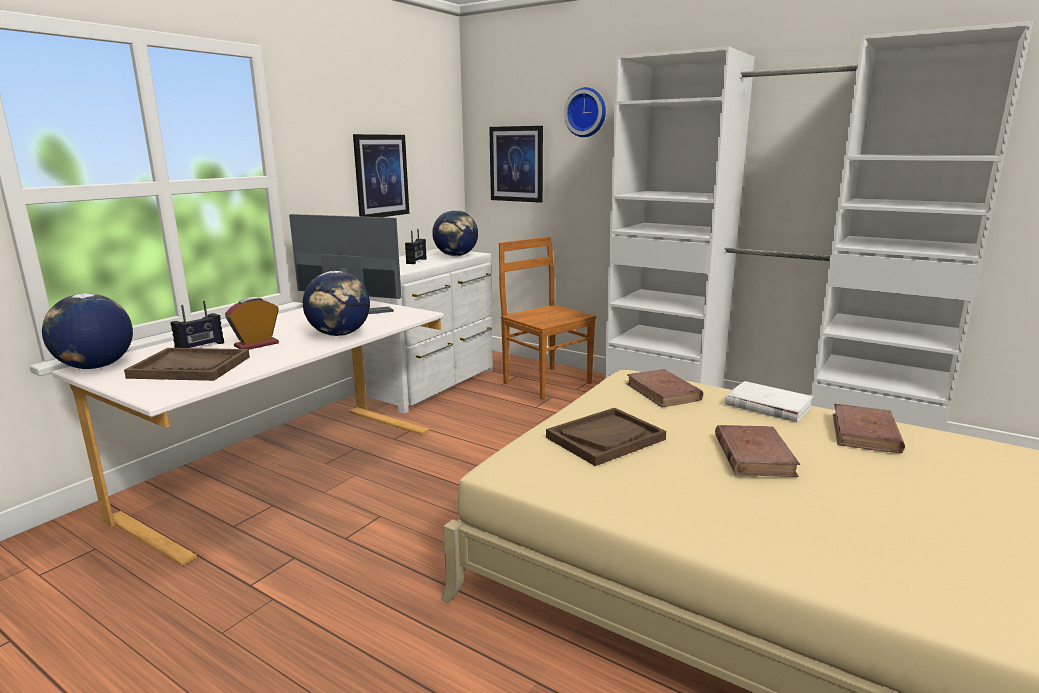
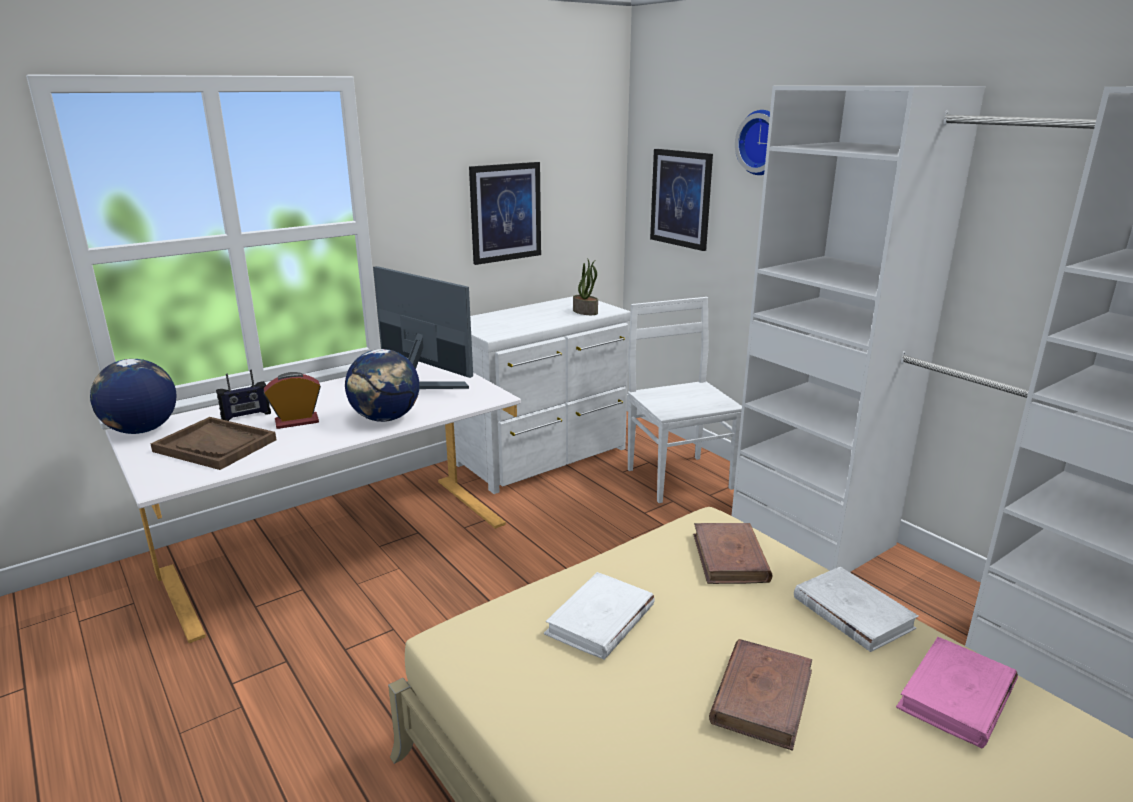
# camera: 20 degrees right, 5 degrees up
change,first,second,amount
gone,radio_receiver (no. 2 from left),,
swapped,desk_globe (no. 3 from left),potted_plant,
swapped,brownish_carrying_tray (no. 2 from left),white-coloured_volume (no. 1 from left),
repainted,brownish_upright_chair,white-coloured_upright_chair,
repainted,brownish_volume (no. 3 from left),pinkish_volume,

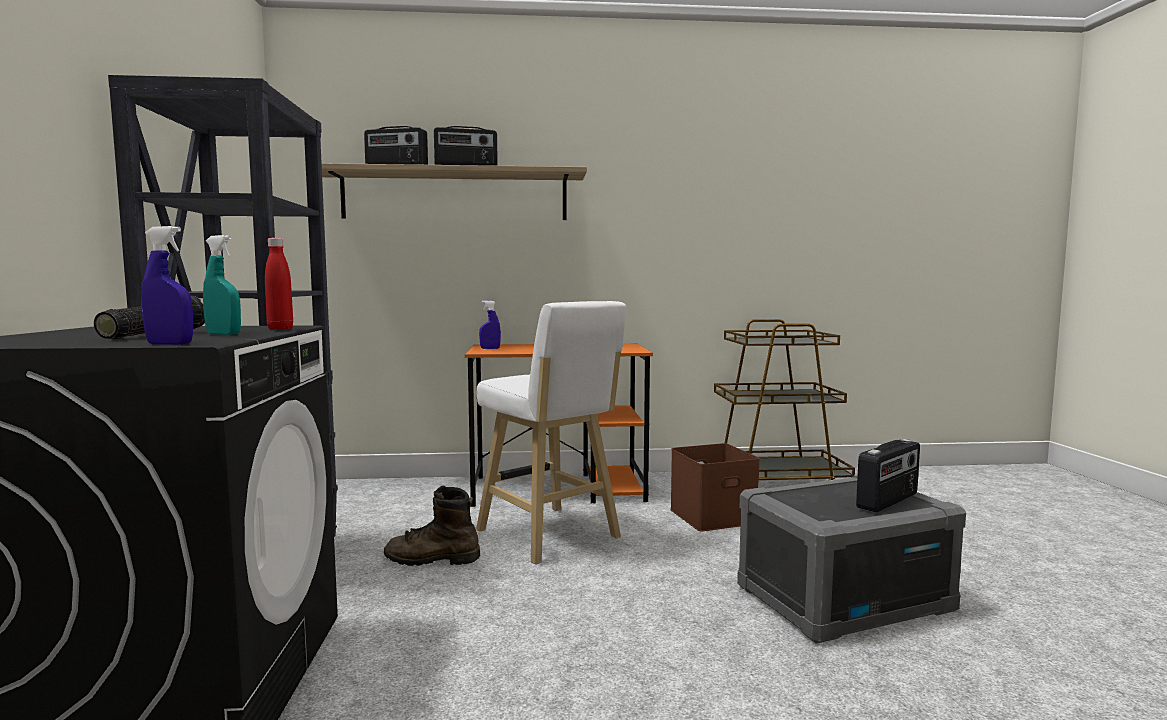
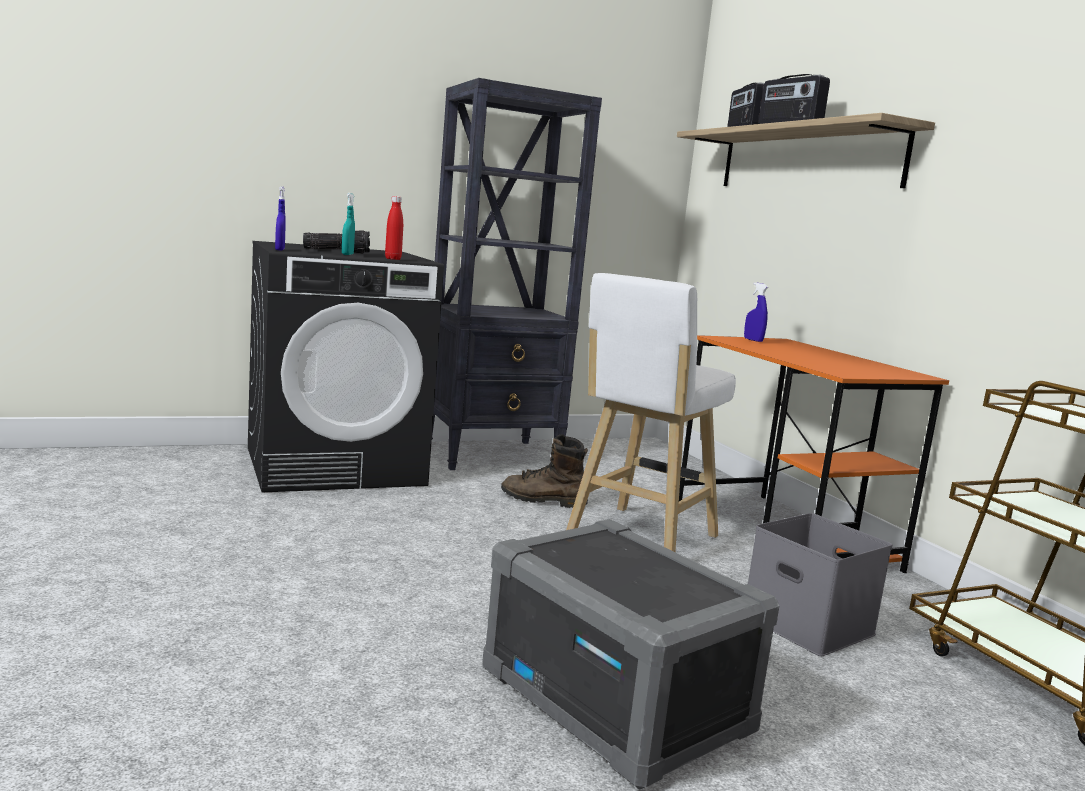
# camera: 70 degrees right, 5 degrees up
change,first,second,amount
gone,radio_receiver (no. 3 from left),,
repainted,brownish_storage_box,greyish_storage_box (no. 2 from left),
rotated,brownish_boot,,60 degrees counterclockwise

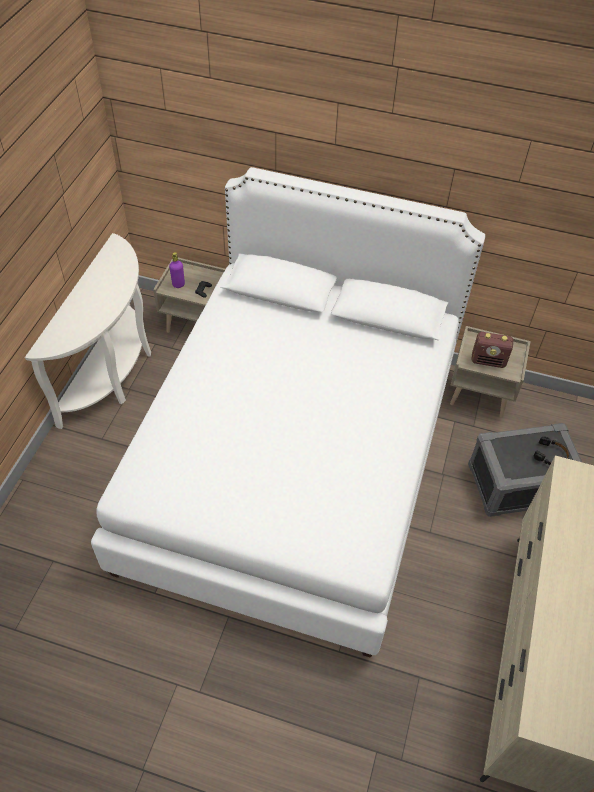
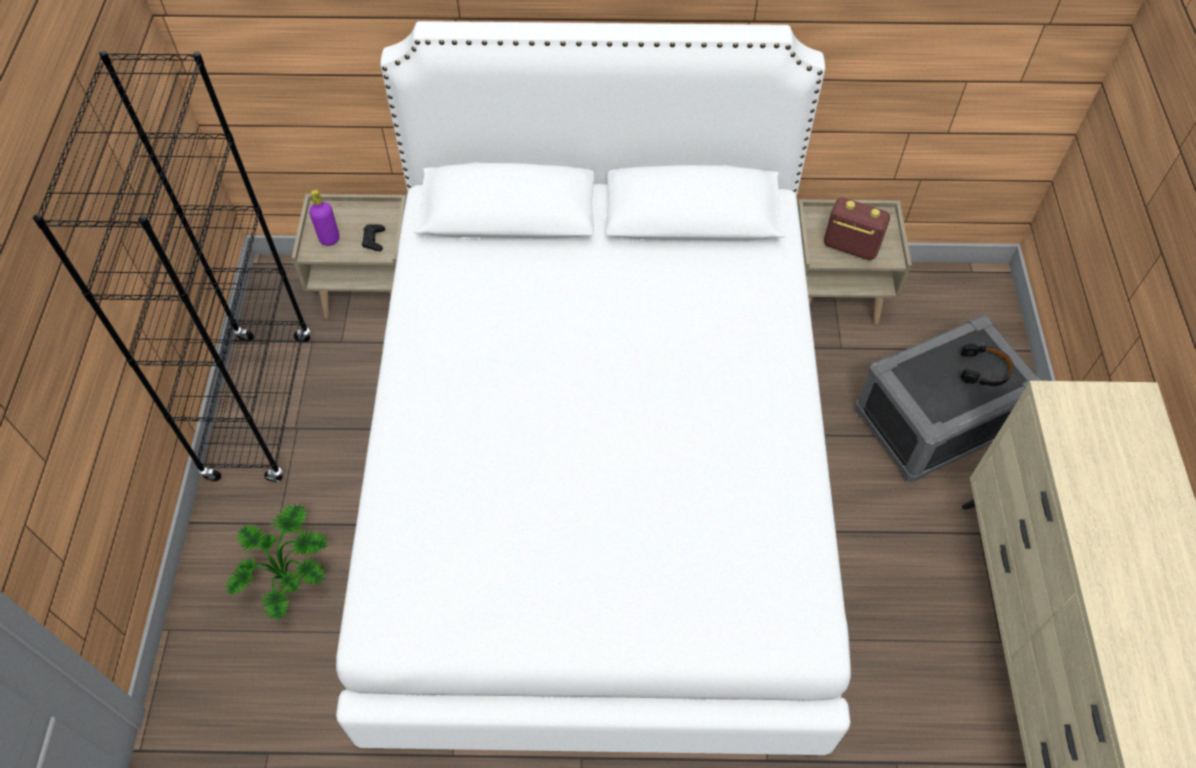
# camera: 15 degrees left, 5 degrees up
change,first,second,amount
new,,potted_plant,
swapped,white-coloured_narrow_table,black_bookshelf,
rotated,radio_receiver,,150 degrees counterclockwise

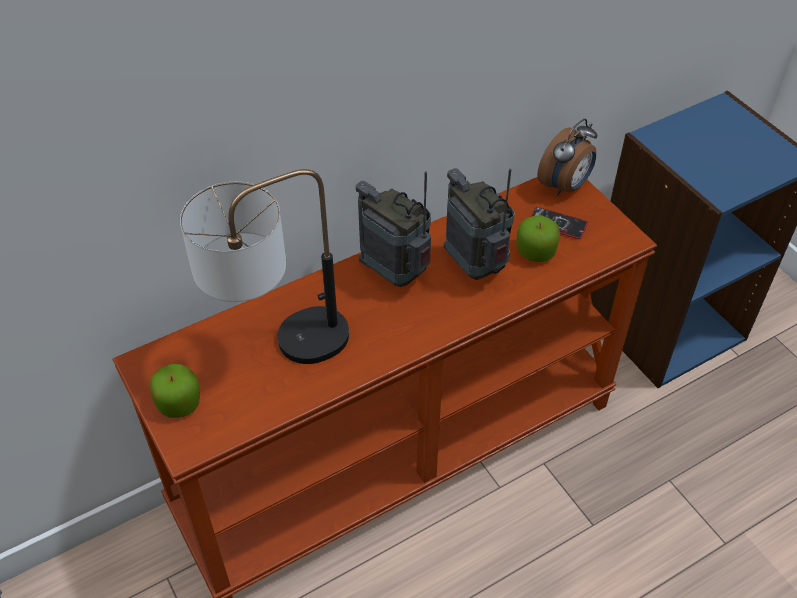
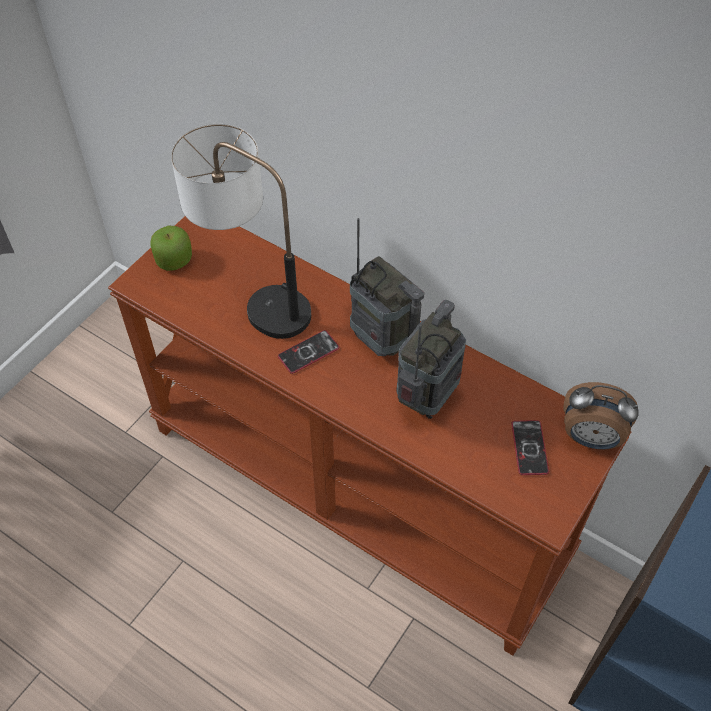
# camera: 65 degrees right, 5 degrees up
change,first,second,amount
gone,apple (no. 2 from left),,
new,,telephone (no. 1 from left),
rotated,radio_receiver (no. 1 from left),,120 degrees clockwise

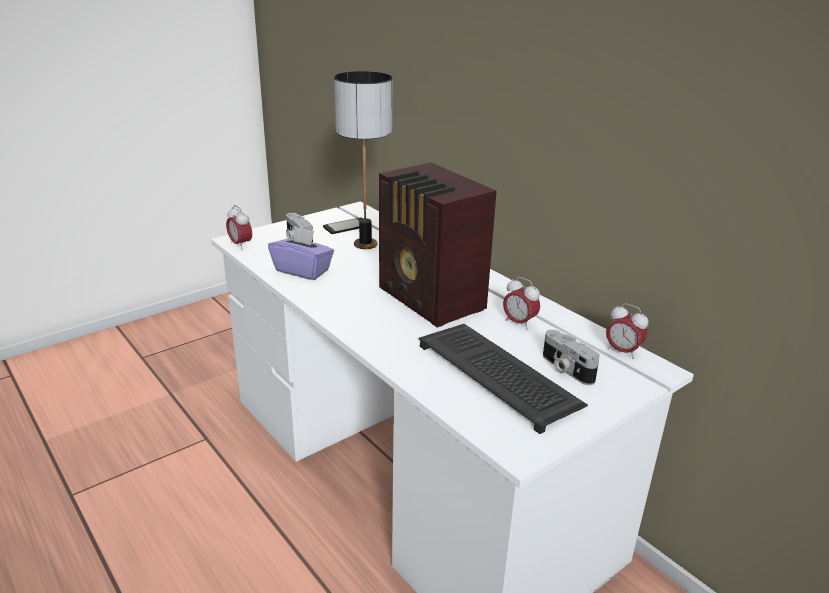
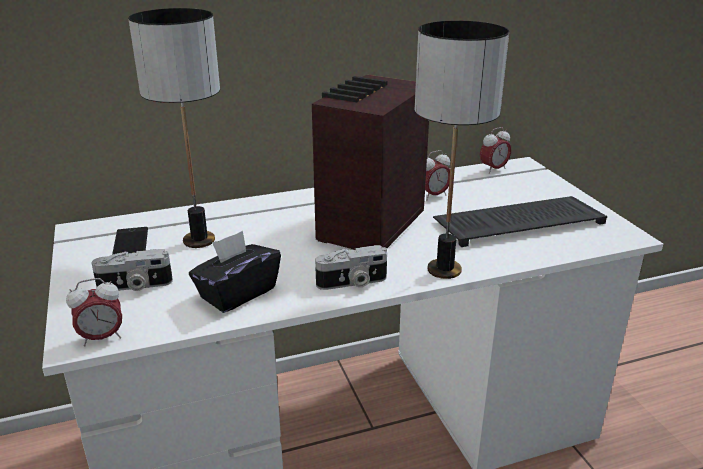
# camera: 70 degrees left, 0 degrees up
change,first,second,amount
new,,table_lamp (no. 2 from left),
shifted,still_camera (no. 2 from left),,
repainted,purplish_tissue_box,black_tissue_box,
rotated,radio_receiver,,135 degrees clockwise

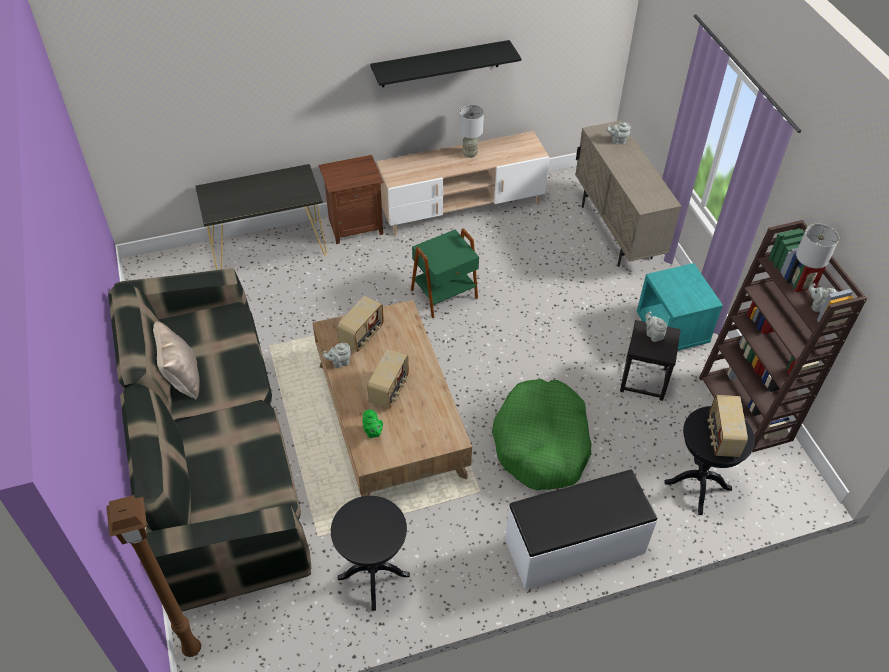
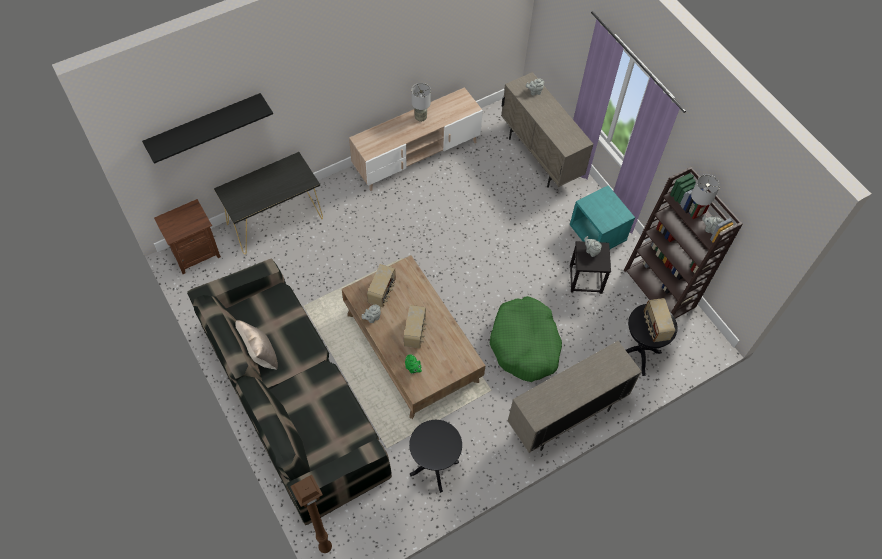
# camera: 15 degrees left, 10 degrees up
change,first,second,amount
gone,green_side_table,,
shifted,brownish_night_table,,
shifted,black_shelf,,
swapped,white-coloured_bench,beige_storage_cabinet (no. 2 from left),

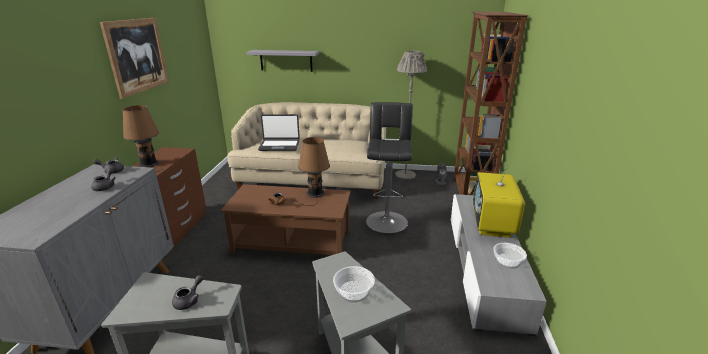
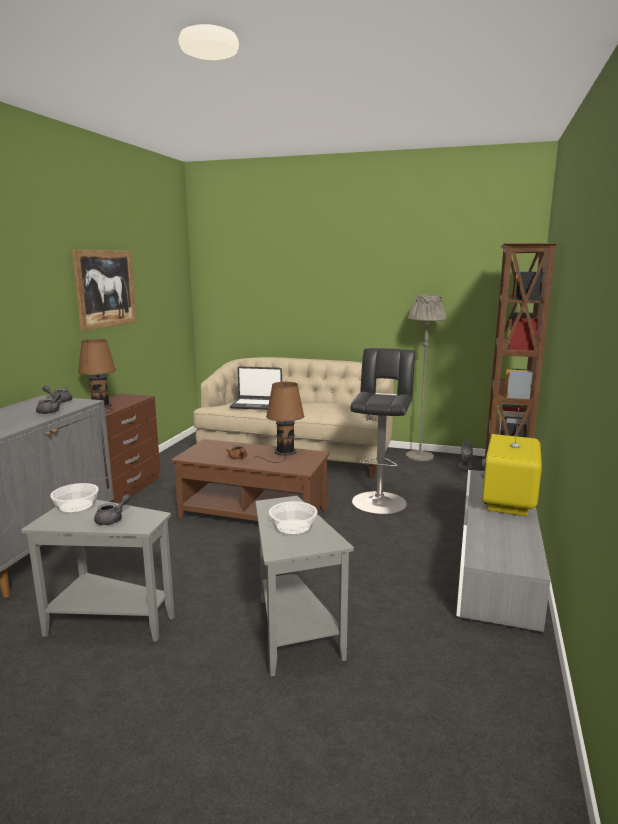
# camera: 10 degrees right, 10 degrees down
change,first,second,amount
gone,greyish_shelf,,
shifted,serving_bowl (no. 2 from left in the first image),serving_bowl (no. 1 from left),

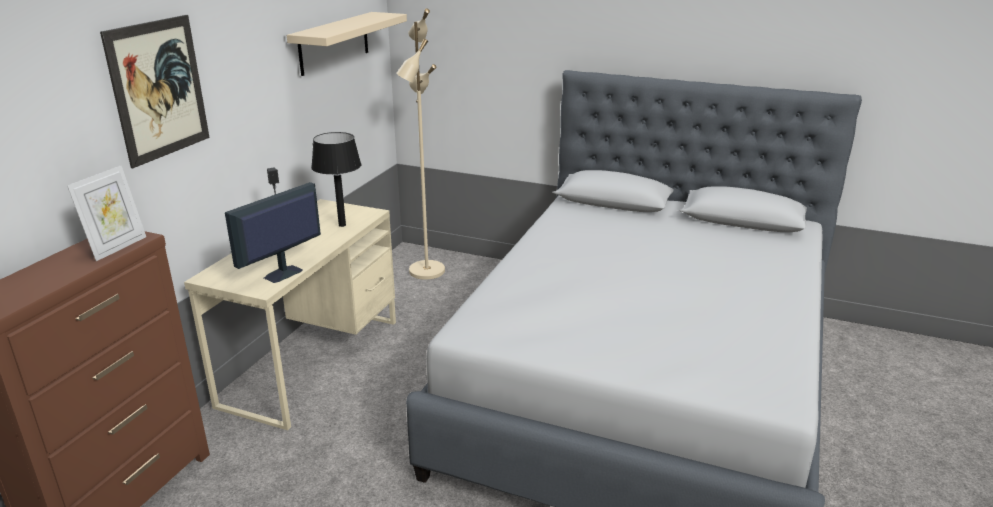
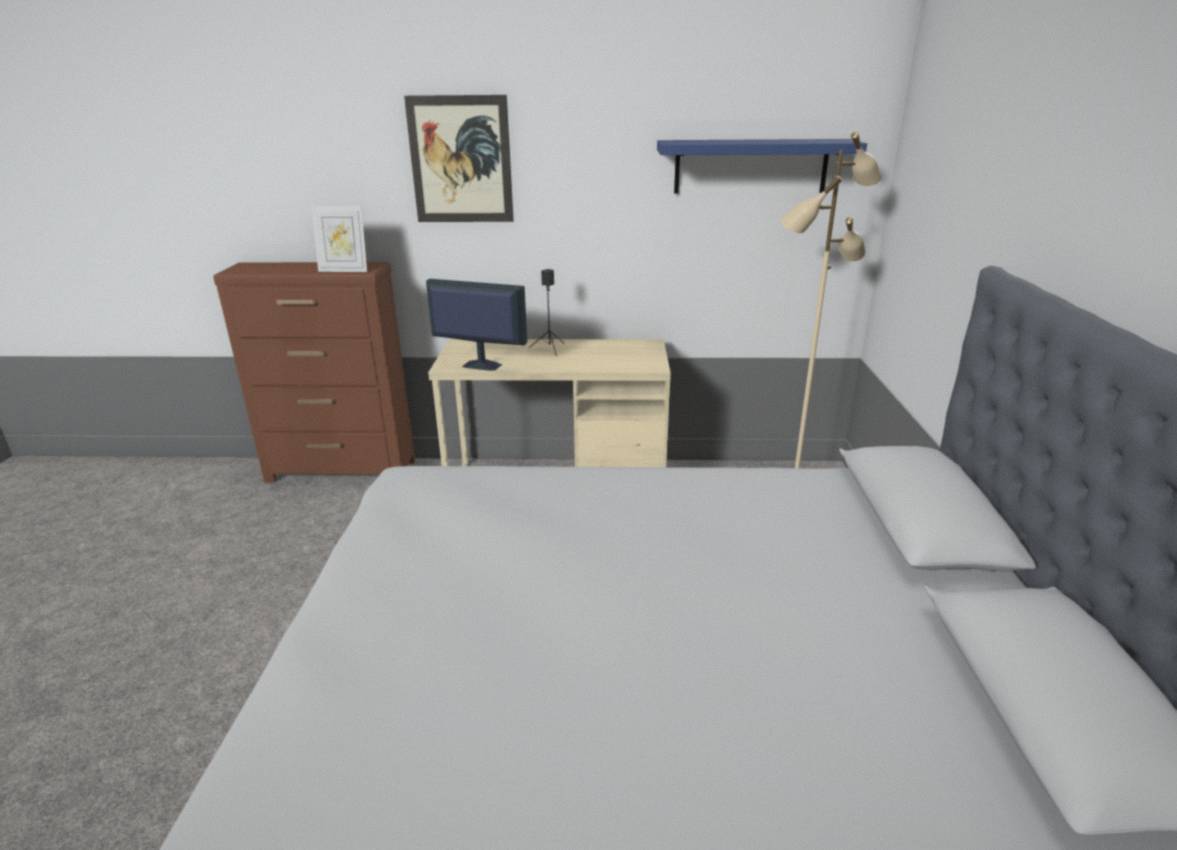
# camera: 70 degrees right, 0 degrees up
change,first,second,amount
gone,black_table_lamp,,
repainted,beige_shelf,bluish_shelf,

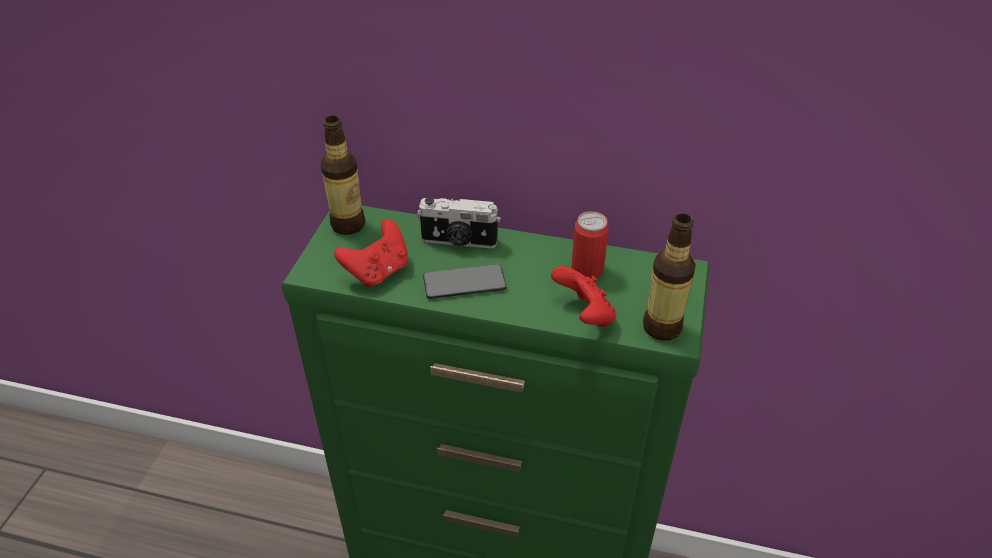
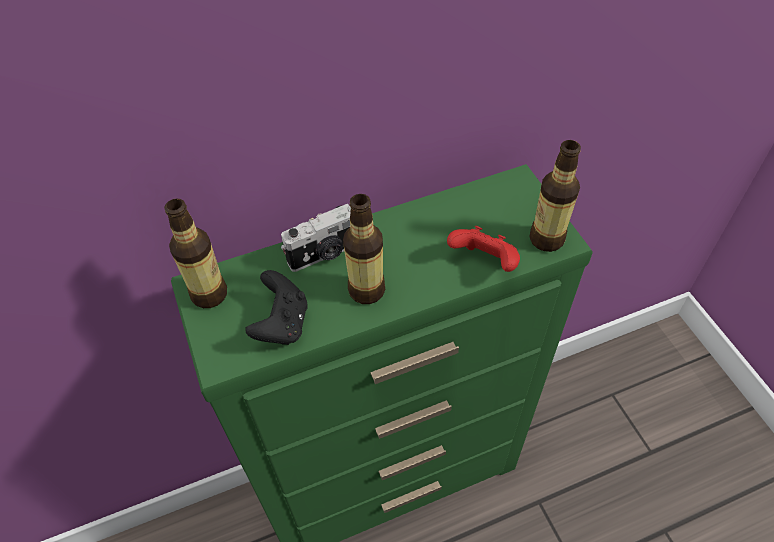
# camera: 35 degrees left, 10 degrees up
change,first,second,amount
gone,can,,
swapped,telephone,beverage_bottle (no. 2 from left),
repainted,red_game_controller (no. 1 from left),black_game_controller,

